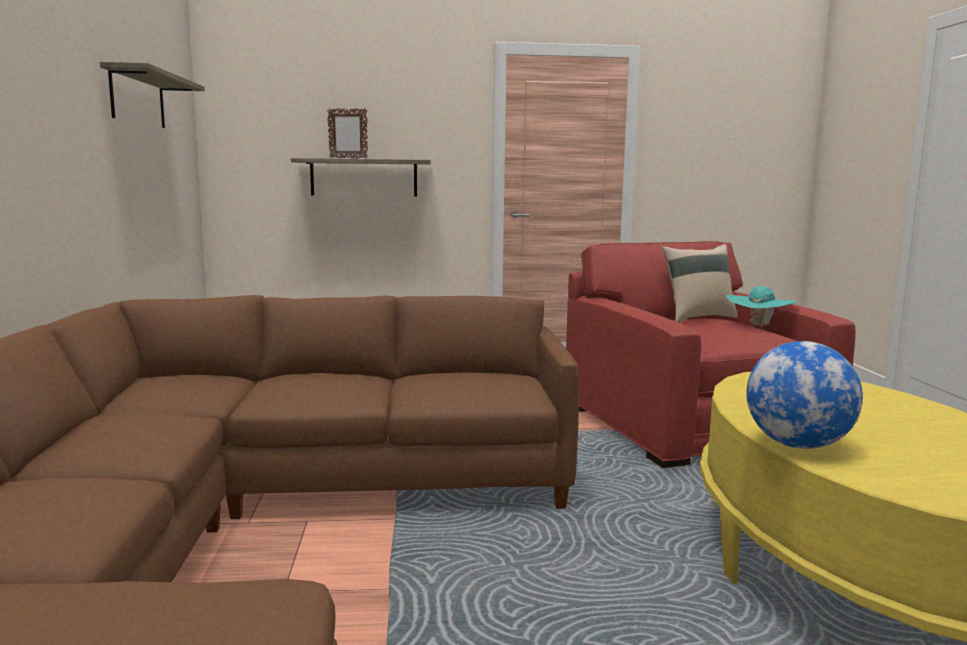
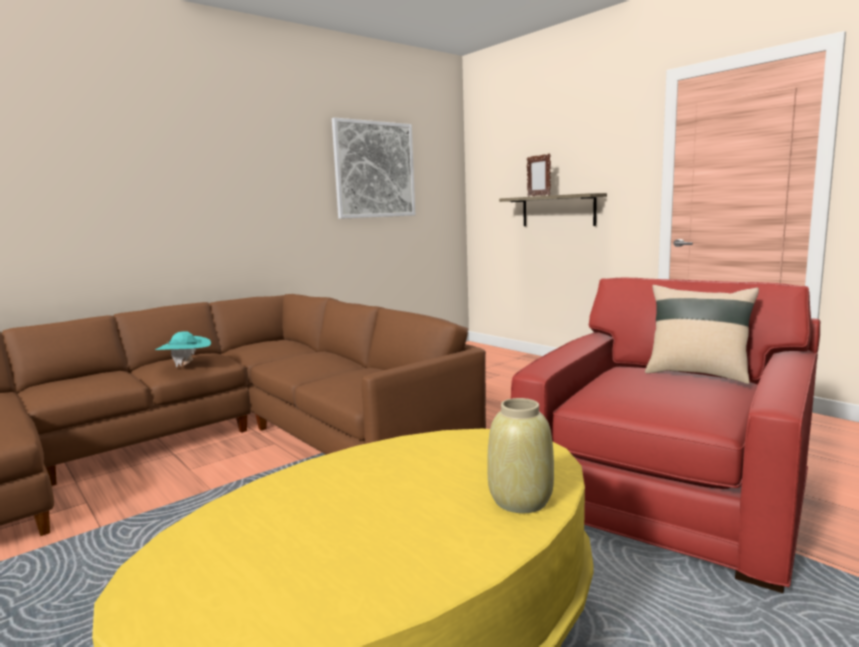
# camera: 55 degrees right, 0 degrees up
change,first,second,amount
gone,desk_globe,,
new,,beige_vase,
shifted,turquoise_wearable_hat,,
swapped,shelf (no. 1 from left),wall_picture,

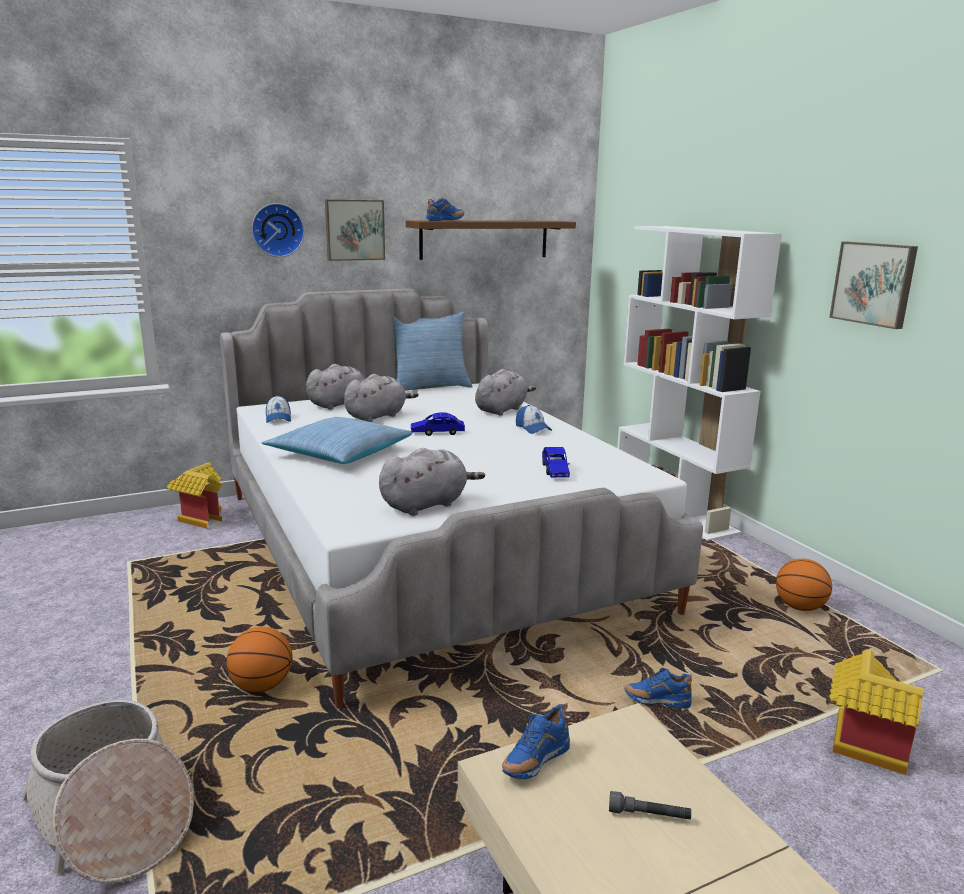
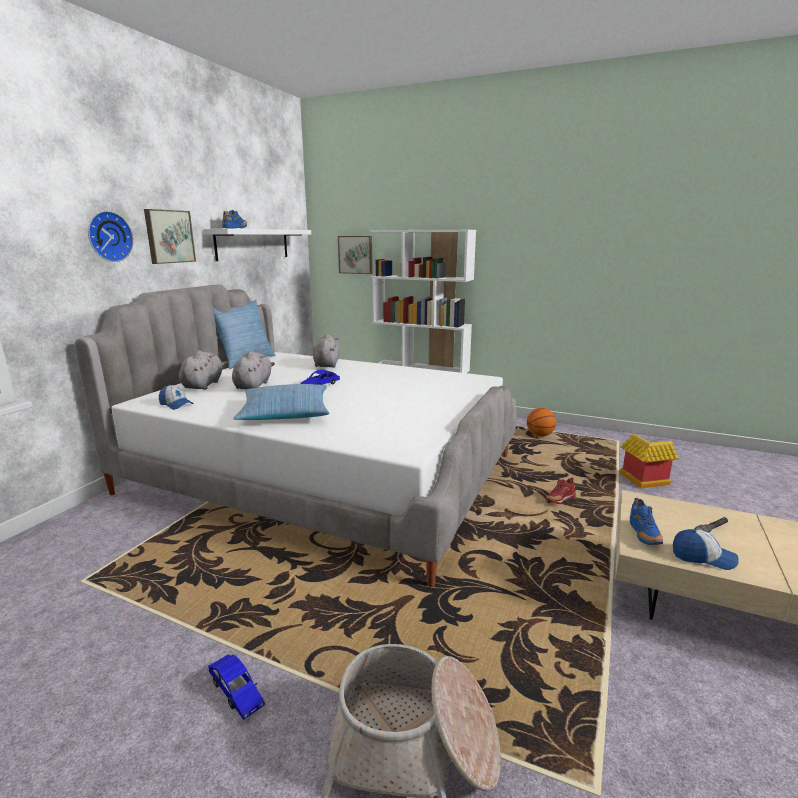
# camera: 40 degrees left, 0 degrees up
change,first,second,amount
gone,miniature_house (no. 1 from left),,
gone,basketball_ball (no. 1 from left),,
gone,greyish_plush_toy (no. 3 from left),,
shifted,cap (no. 2 from left),,
shifted,bluish_toy_car (no. 2 from left in the first image),bluish_toy_car (no. 1 from left),
shifted,wall_picture (no. 2 from left),,
repainted,brownish_shelf,white-coloured_shelf,
repainted,bluish_shoe (no. 3 from left),red_shoe,

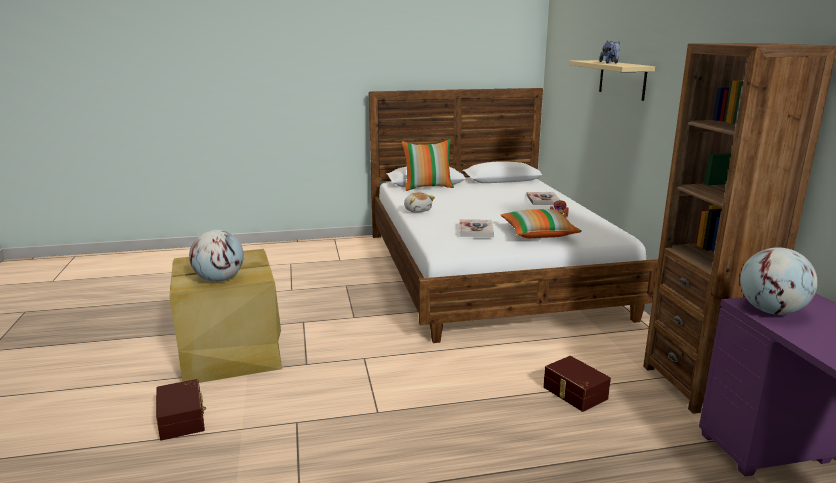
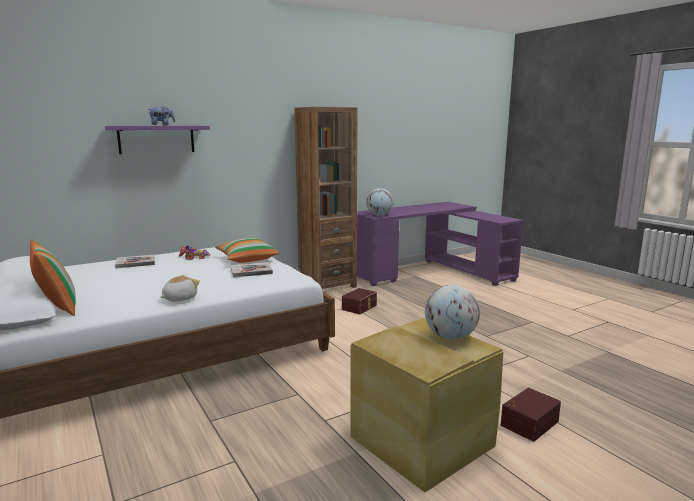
# camera: 110 degrees left, 5 degrees down
change,first,second,amount
repainted,beige_shelf,purplish_shelf,

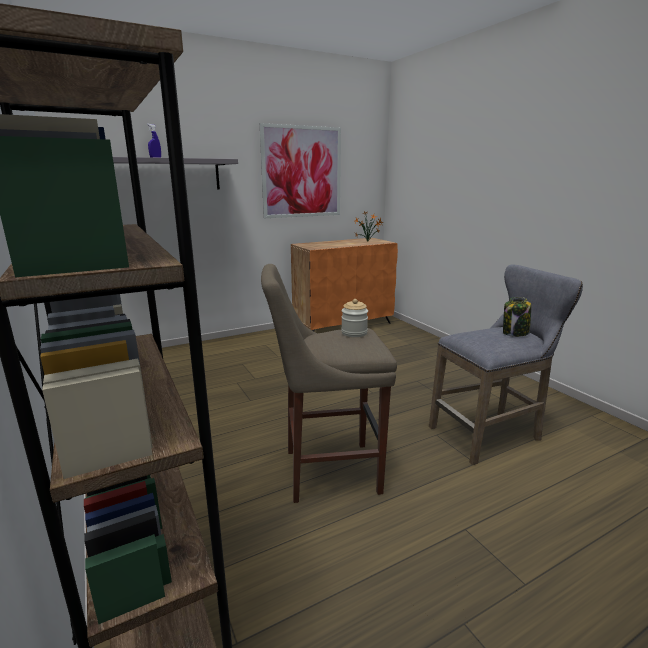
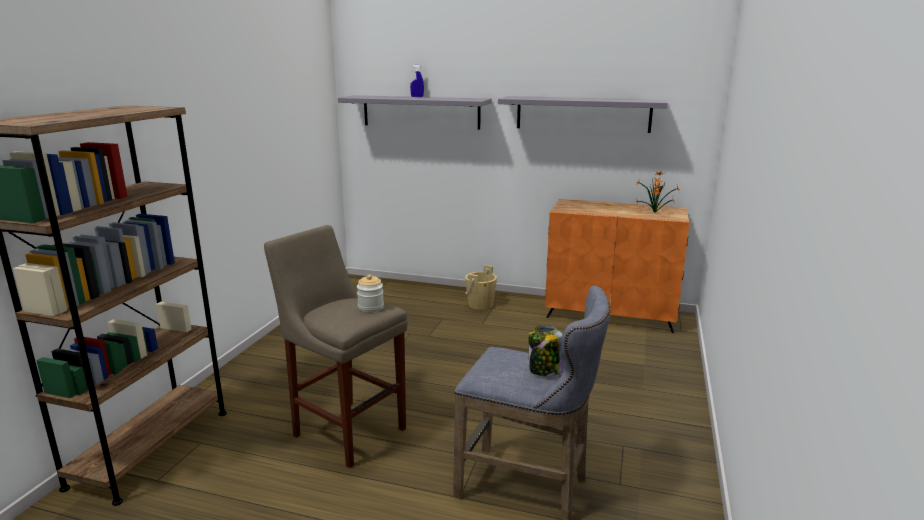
# camera: 45 degrees right, 0 degrees up
change,first,second,amount
new,,beige_water_bucket,
swapped,wall_picture,greyish_shelf (no. 2 from left),

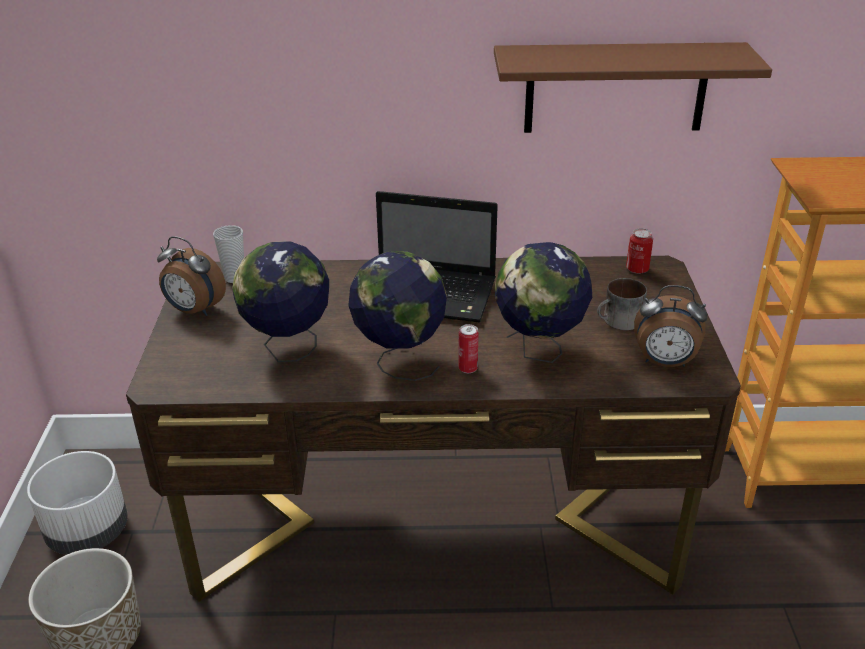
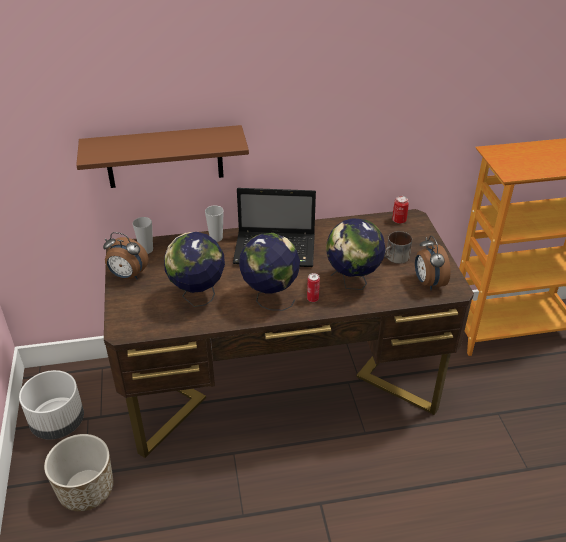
# camera: 10 degrees left, 5 degrees up
change,first,second,amount
new,,cup (no. 2 from left),
shifted,brownish_shelf,,
rotated,bedside_clock (no. 2 from left),,75 degrees clockwise

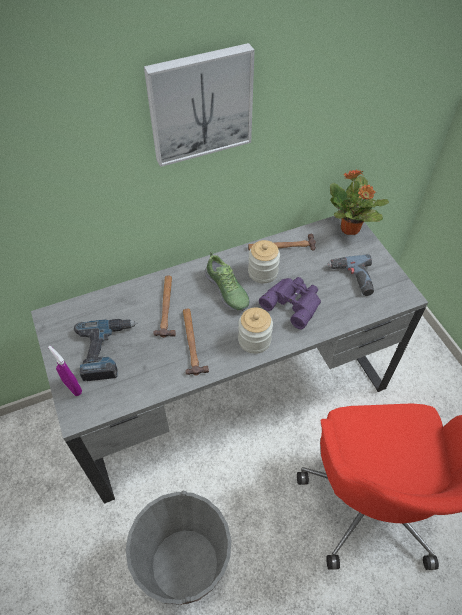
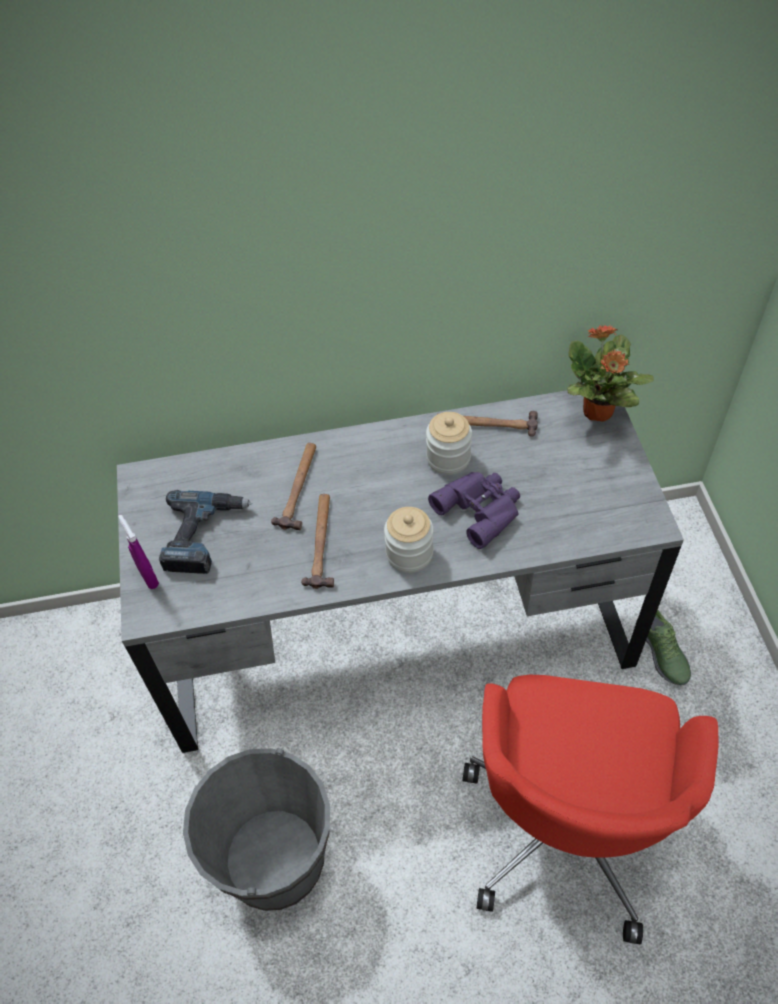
# camera: 15 degrees right, 0 degrees up
change,first,second,amount
gone,wall_picture,,
gone,power_drill (no. 2 from left),,
shifted,shoe,,

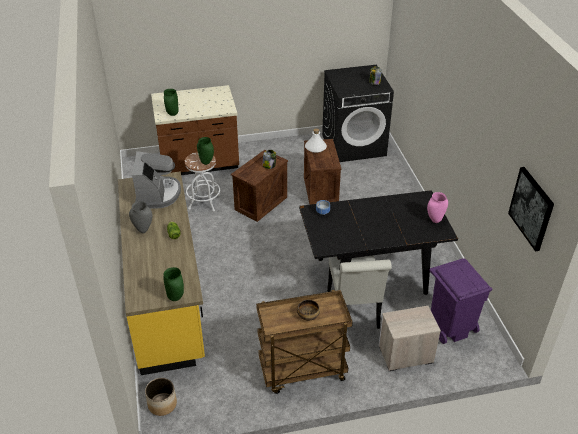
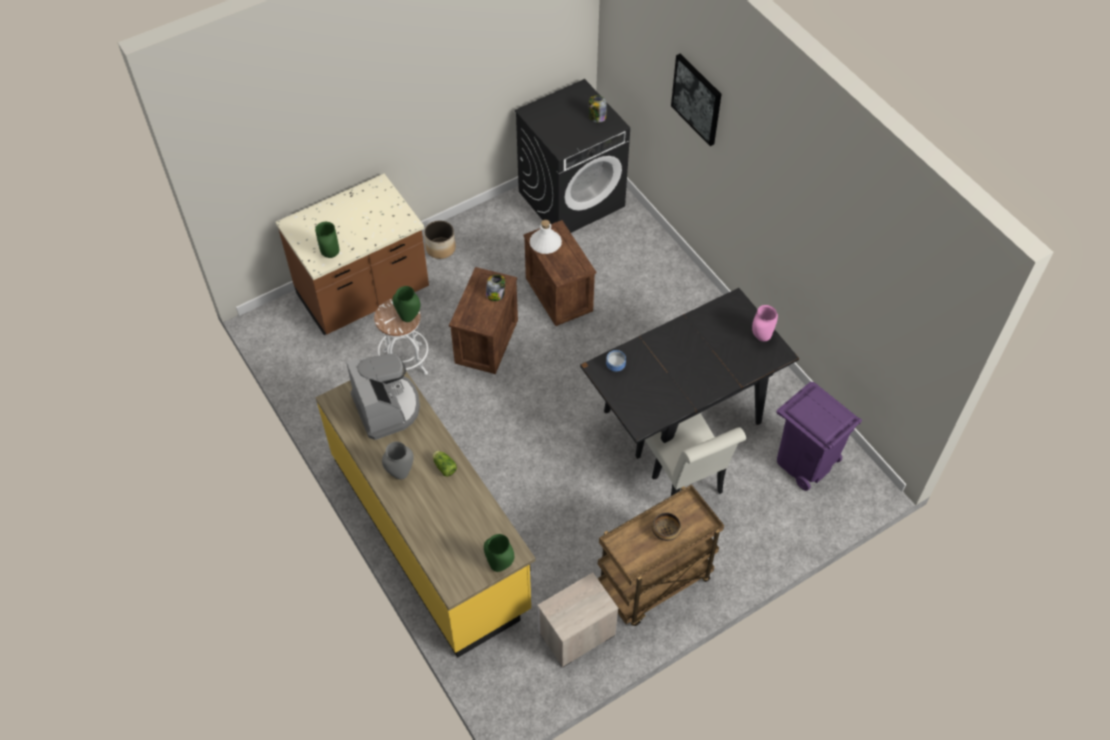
# camera: 20 degrees left, 15 degrees up
change,first,second,amount
shifted,flower_pot,,
shifted,night_table,,
shifted,wall_picture,,

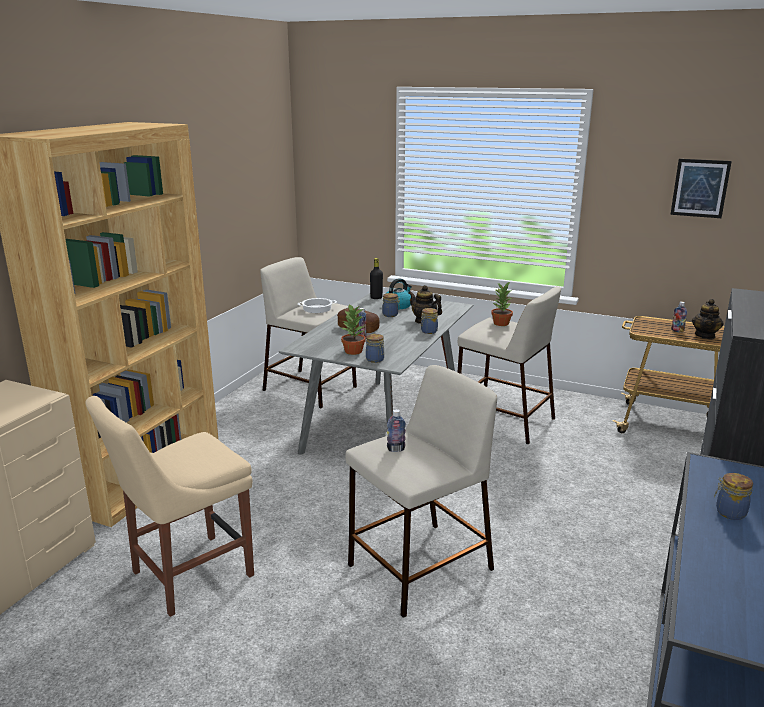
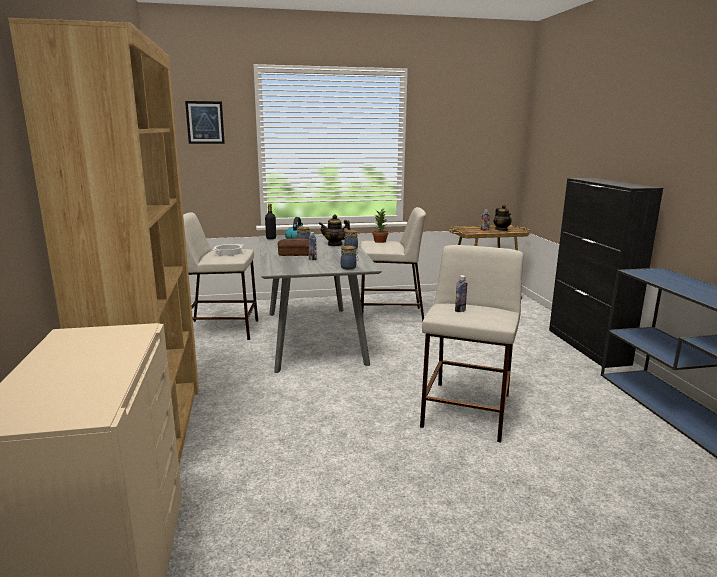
# camera: 35 degrees left, 5 degrees down
change,first,second,amount
gone,beige_upright_chair,,
gone,potted_plant (no. 1 from left),,
gone,storage_jar (no. 4 from left),,
shifted,wall_picture,,

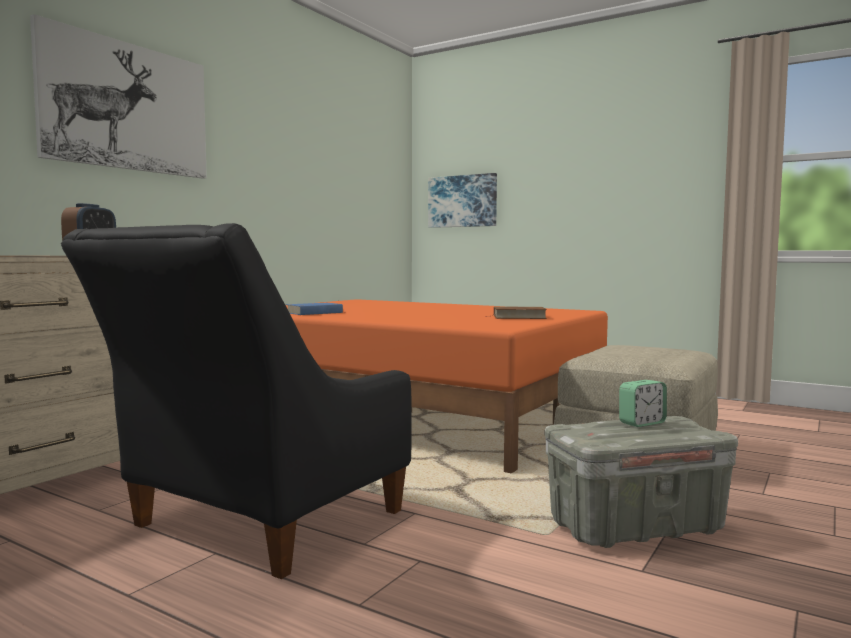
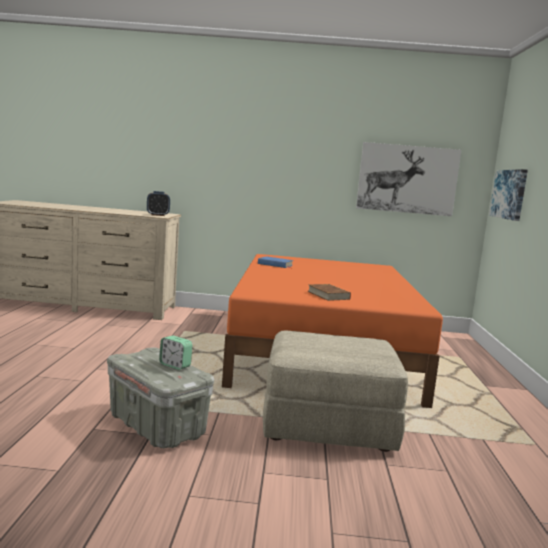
# camera: 60 degrees right, 5 degrees up
change,first,second,amount
gone,black_lounge_chair,,
shifted,wall_picture (no. 1 from left),,

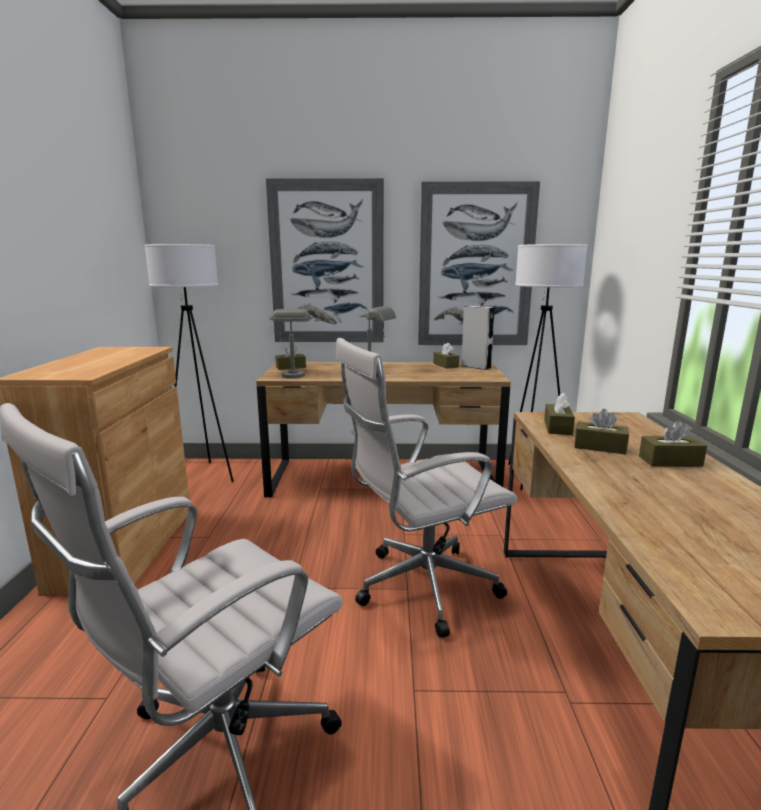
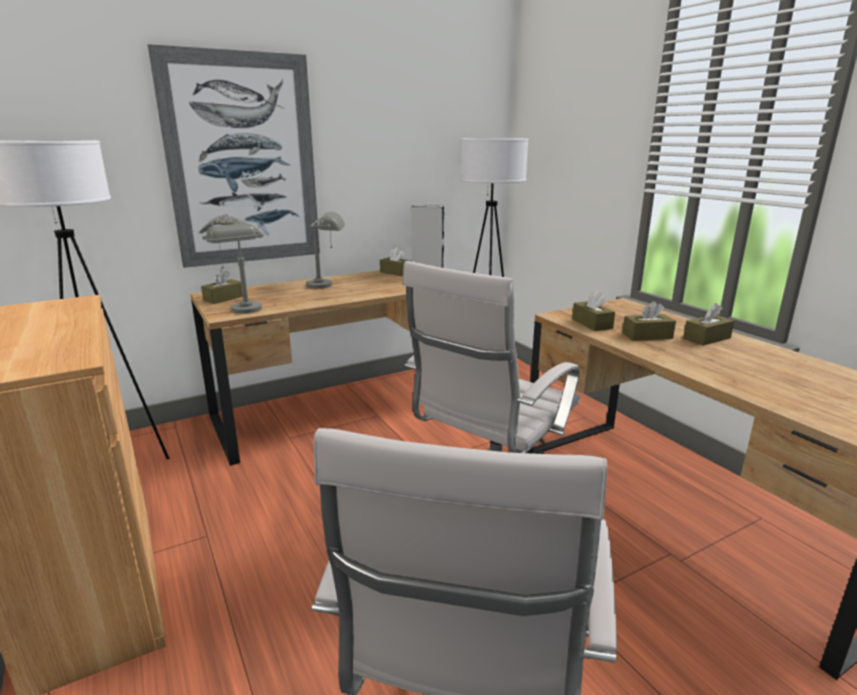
# camera: 30 degrees left, 5 degrees up
change,first,second,amount
gone,wall_picture (no. 2 from left),,

